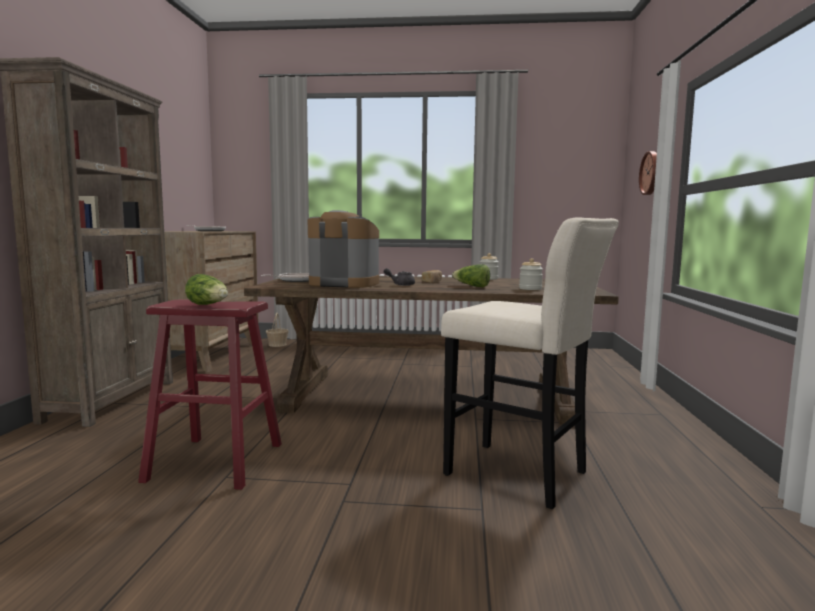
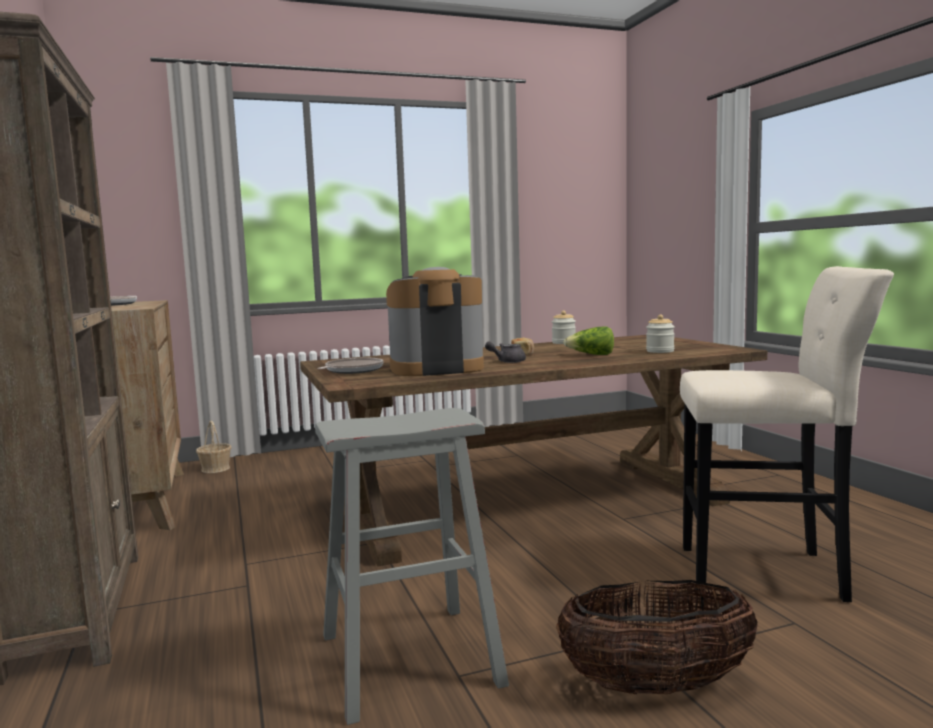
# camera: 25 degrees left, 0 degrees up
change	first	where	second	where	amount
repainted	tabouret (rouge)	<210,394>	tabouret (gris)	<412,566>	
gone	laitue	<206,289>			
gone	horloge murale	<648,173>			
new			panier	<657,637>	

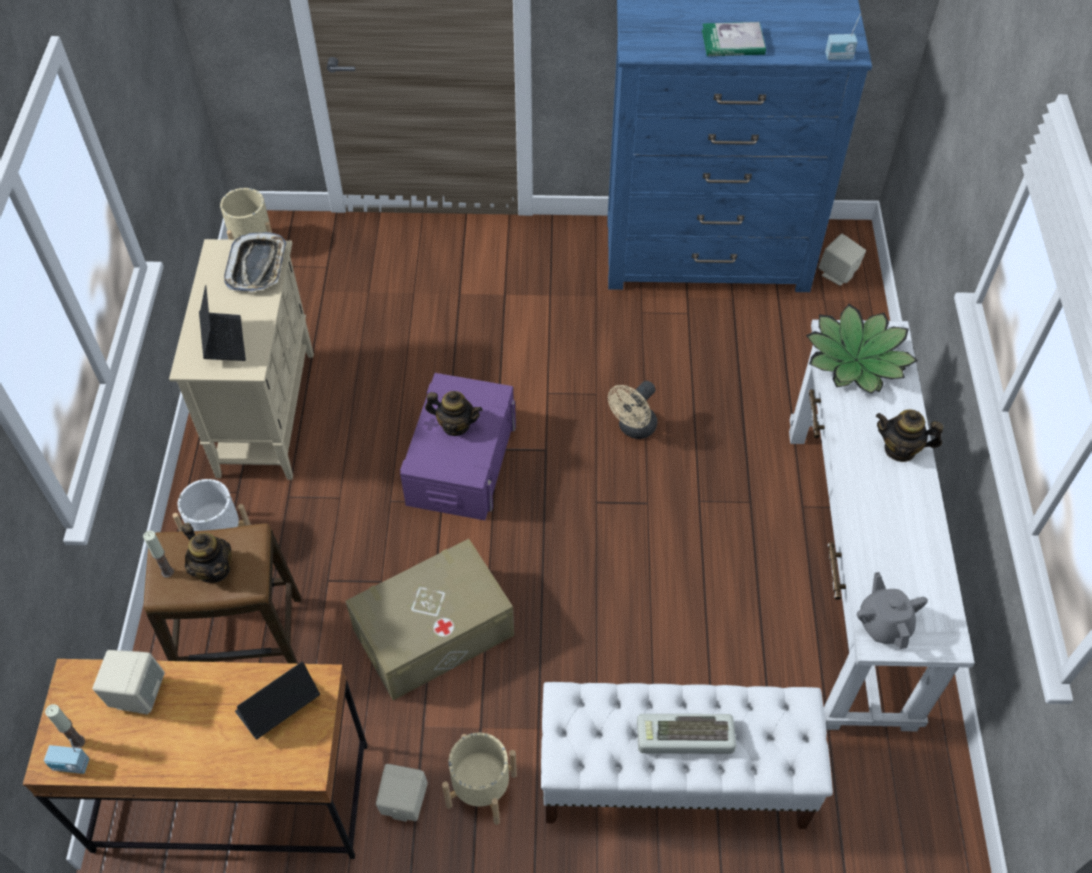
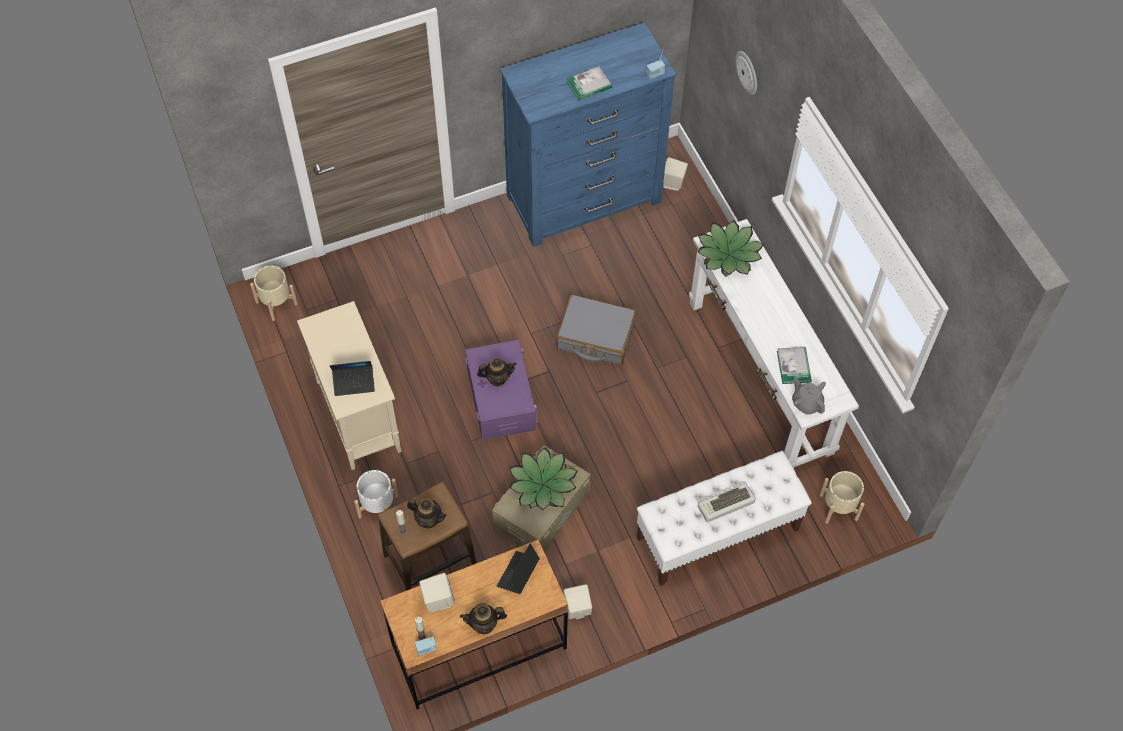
# camera: 25 degrees left, 5 degrees up
change	first	where	second	where	amount
rotated	ordinateur portable	<222,323>		<352,378>	120 degrees clockwise
gone	plateau	<255,262>			
shifted	cache-pot (beige)	<479,778>		<842,497>	
swapped	ventilateur (beige)	<632,410>	valise (gris)	<596,329>	
shifted	théière	<909,435>		<483,618>	
new			plante en pot	<543,478>	
new			horloge murale	<746,73>	
new			livre	<794,365>	

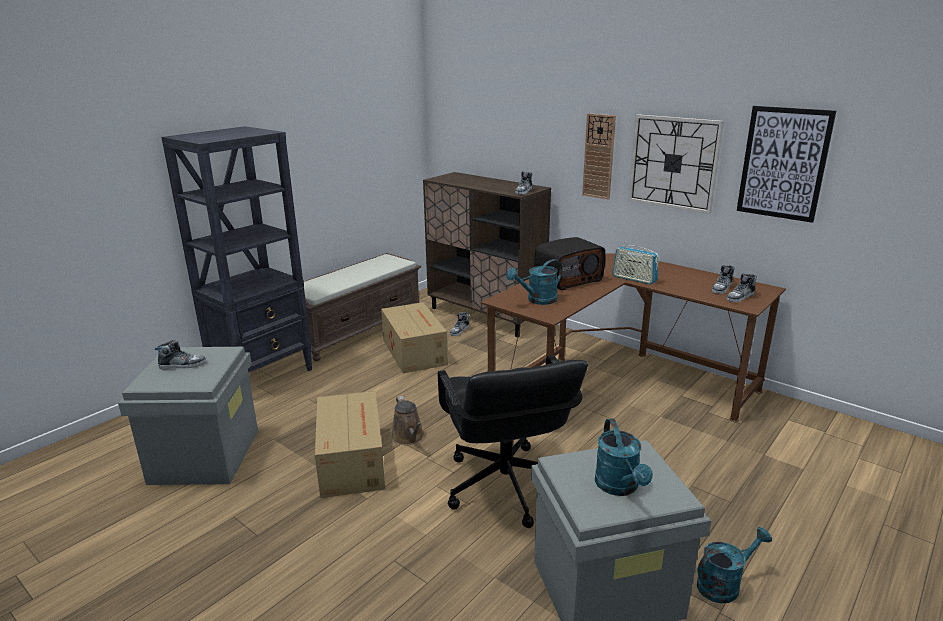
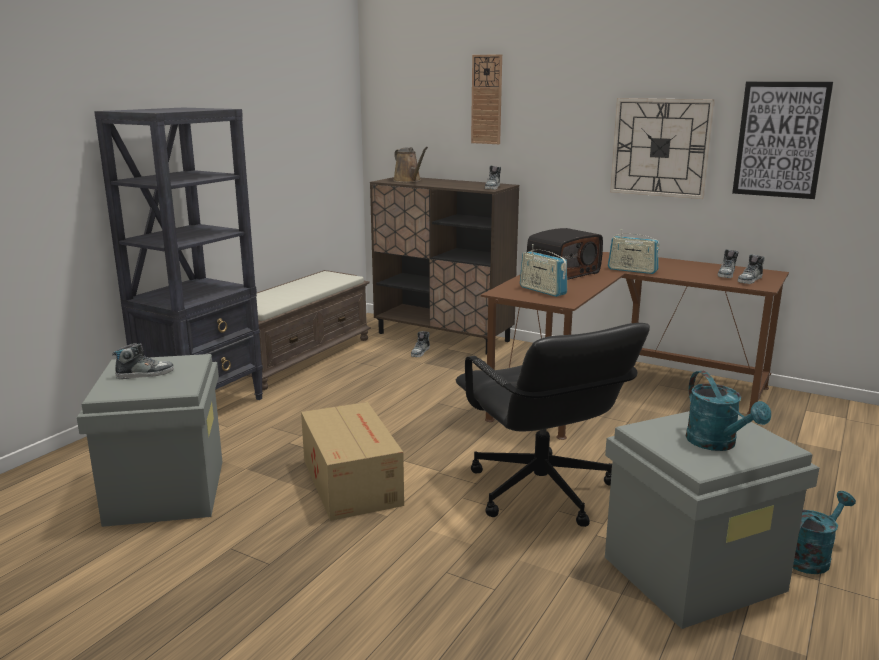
# camera: 10 degrees left, 5 degrees down
change	first	where	second	where	amount
gone	carton	<414,338>			
shifted	arrosoir (marron)	<407,420>		<410,164>	
swapped	arrosoir (turquoise)	<534,282>	radio	<543,270>	
shifted	horloge murale	<599,156>		<486,99>	

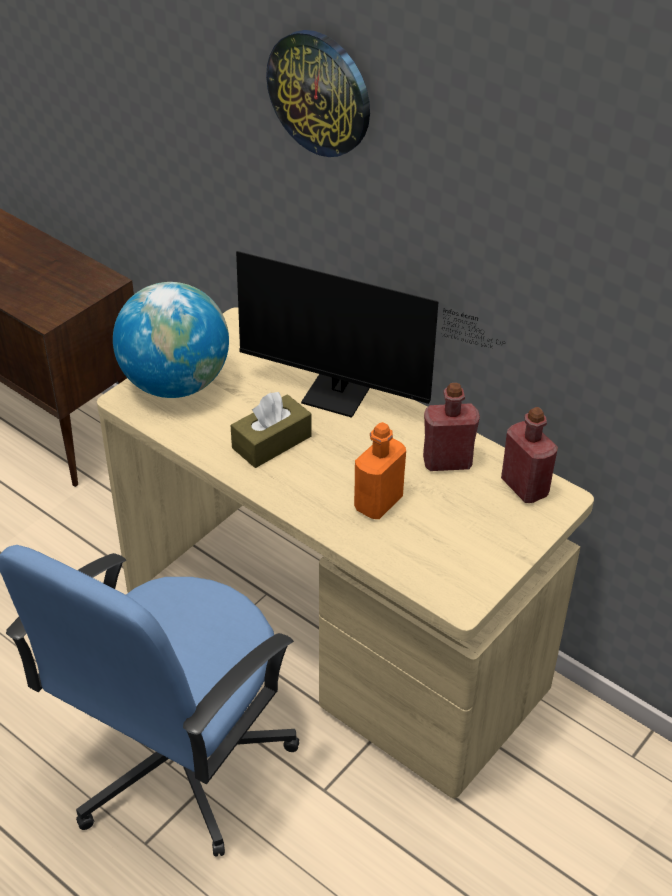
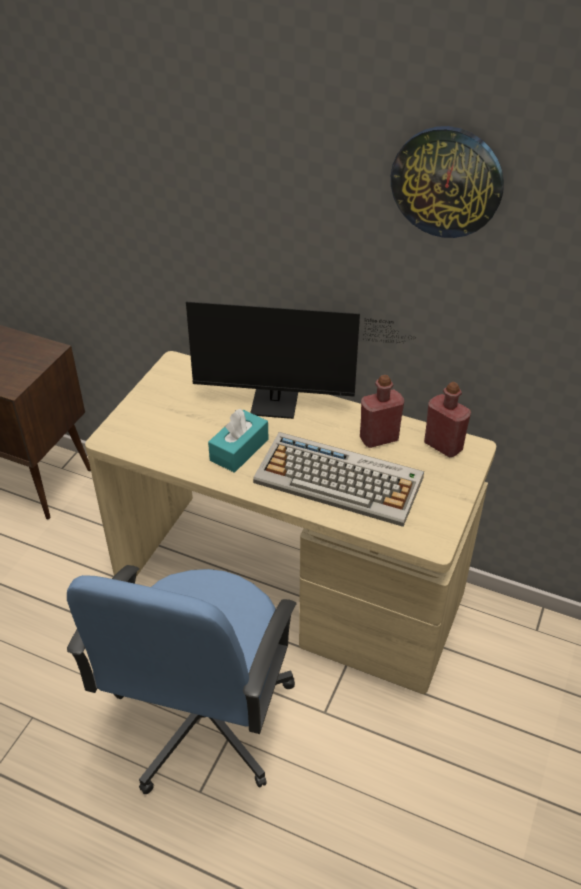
# camera: 15 degrees left, 0 degrees up
change	first	where	second	where	amount
gone	globe	<171,340>			
repainted	boîte à mouchoirs (marron)	<271,430>	boîte à mouchoirs (turquoise)	<238,441>	
shifted	horloge murale	<318,93>		<447,182>	
swapped	bouteille (orange)	<380,470>	clavier	<338,479>	

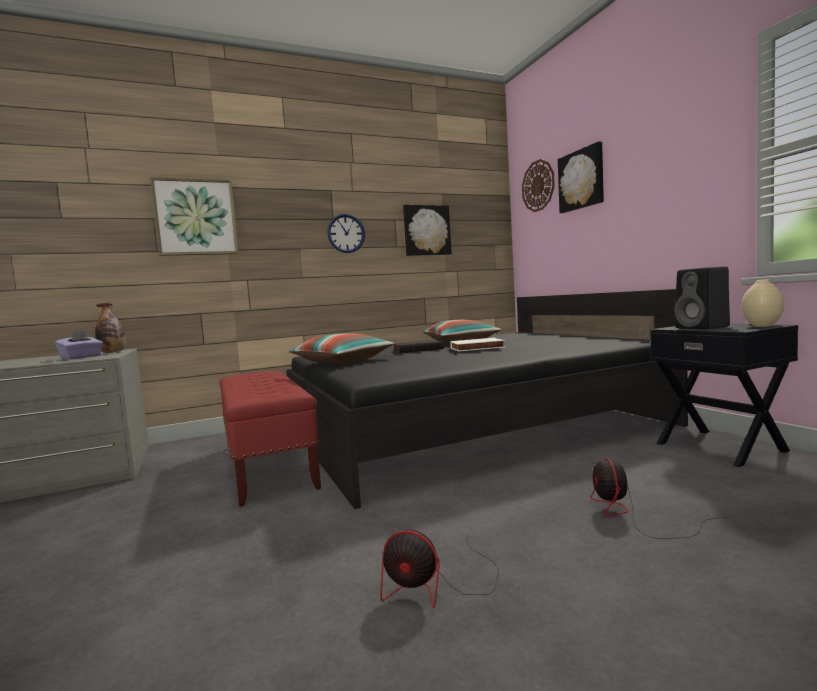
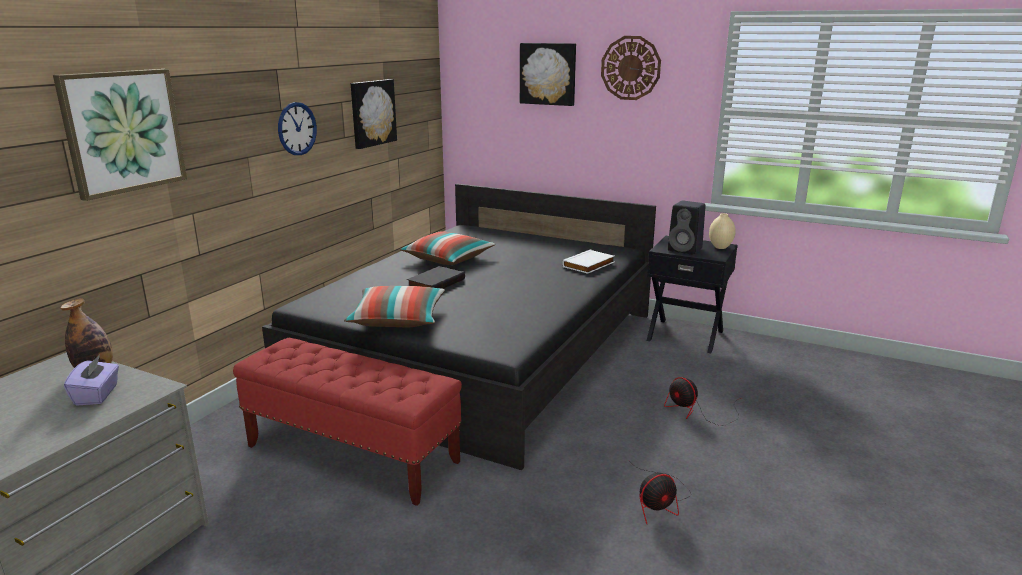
# camera: 40 degrees left, 15 degrees up
change	first	where	second	where	amount
shifted	livre (blanc)	<477,344>		<588,261>	
shifted	horloge murale	<538,185>		<631,68>	

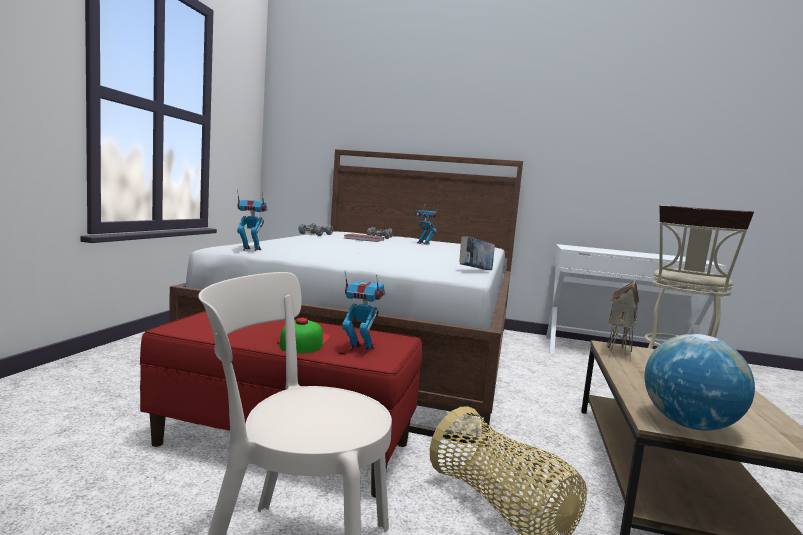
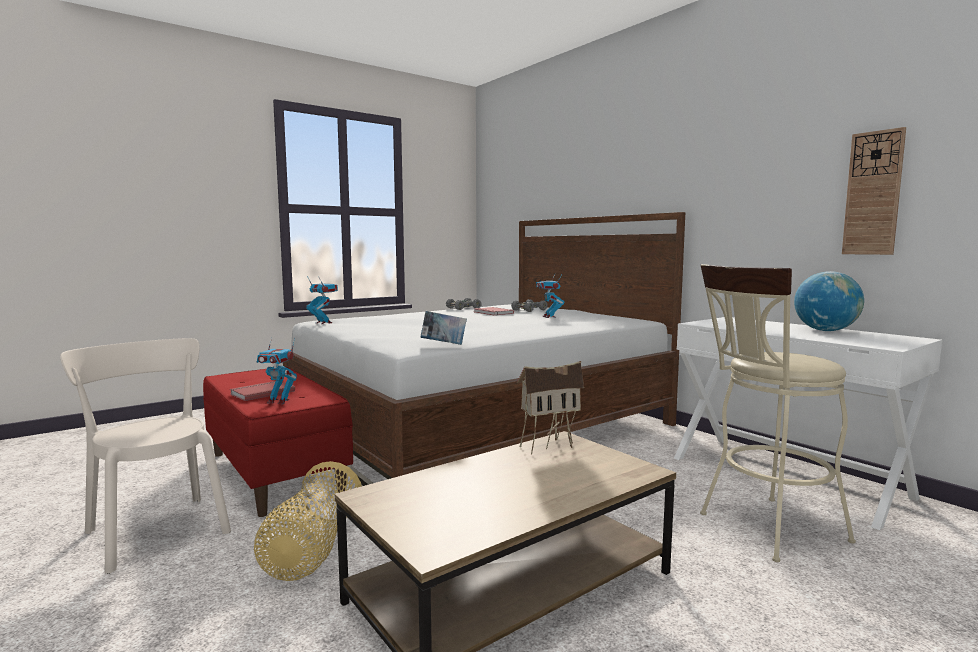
# camera: 40 degrees right, 0 degrees up
change	first	where	second	where	amount
swapped	casquette	<304,336>	livre (rouge)	<262,391>	
rotated	robot jouet	<364,312>		<277,370>	135 degrees clockwise
shifted	globe	<699,382>		<829,301>	
new			horloge murale	<874,191>	

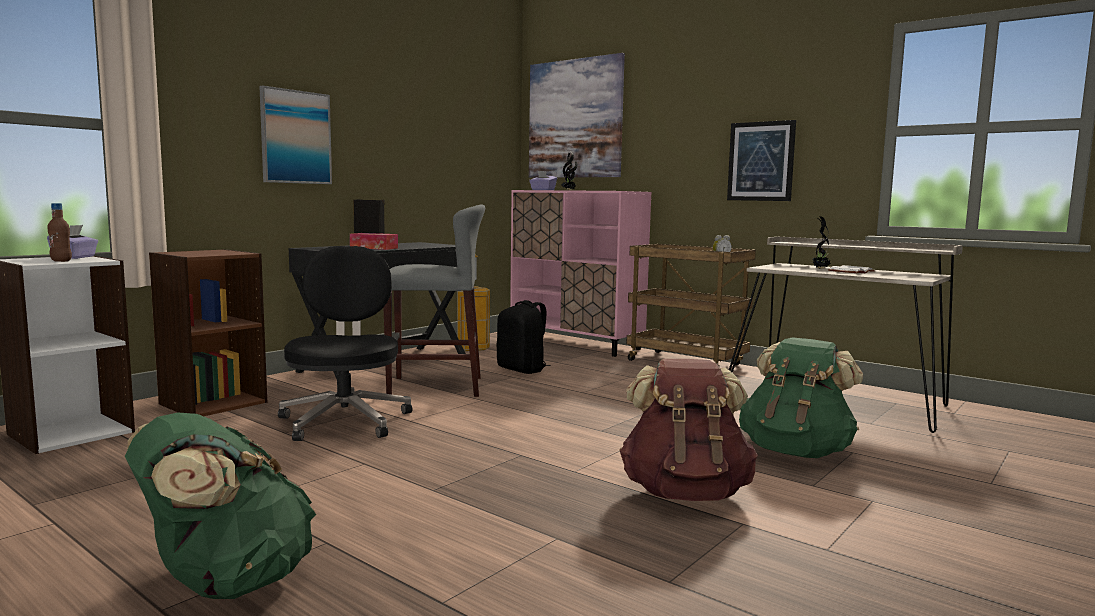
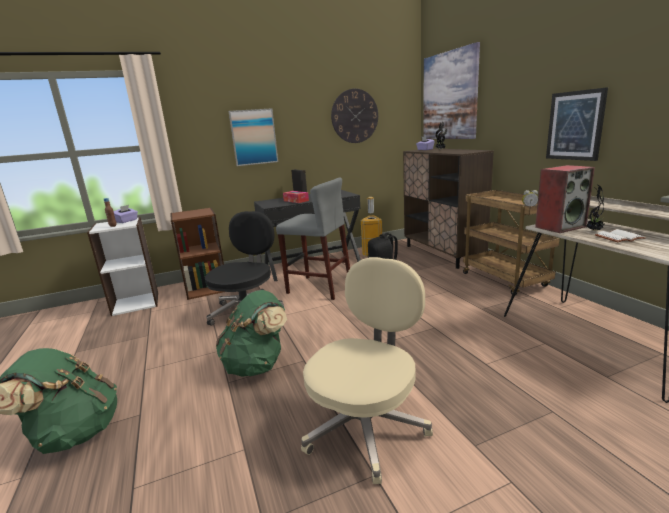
# camera: 30 degrees right, 10 degrees up
change	first	where	second	where	amount
repainted	meuble de rangement (rose)	<580,273>	meuble de rangement (marron)	<448,208>	
swapped	sac à dos (marron)	<688,430>	chaise de bureau (beige)	<367,370>	
shifted	sac à dos (vert)	<801,397>		<251,333>	
new			horloge murale	<354,116>	
new			enceinte	<565,199>	

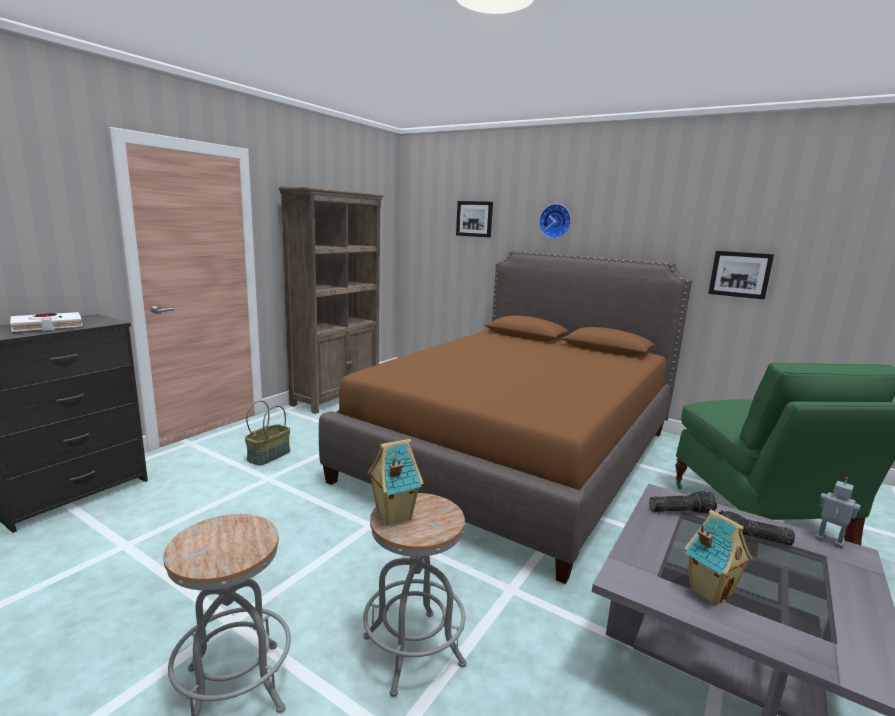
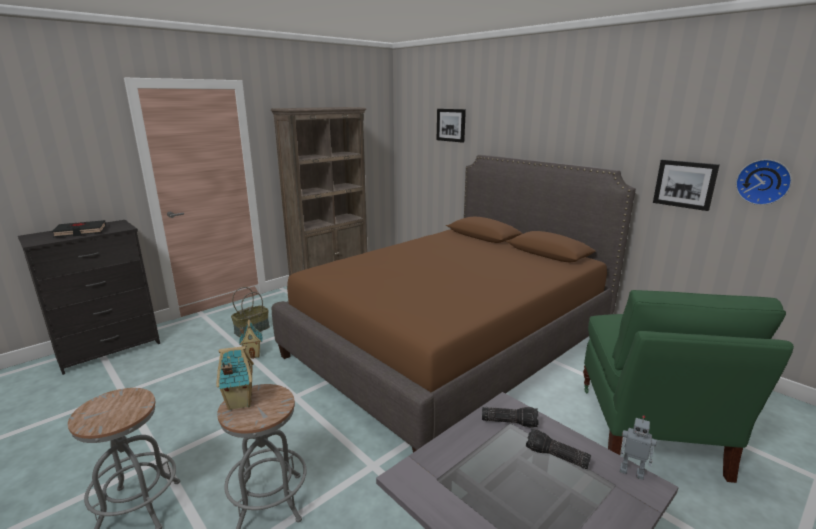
# camera: 15 degrees right, 5 degrees up
change	first	where	second	where	amount
repainted	livre (blanc)	<46,322>	livre (noir)	<79,228>	
shifted	horloge murale	<555,221>		<764,182>	
shifted	maison miniature	<718,557>		<250,339>	
rotated	robot jouet	<837,513>		<638,447>	150 degrees clockwise

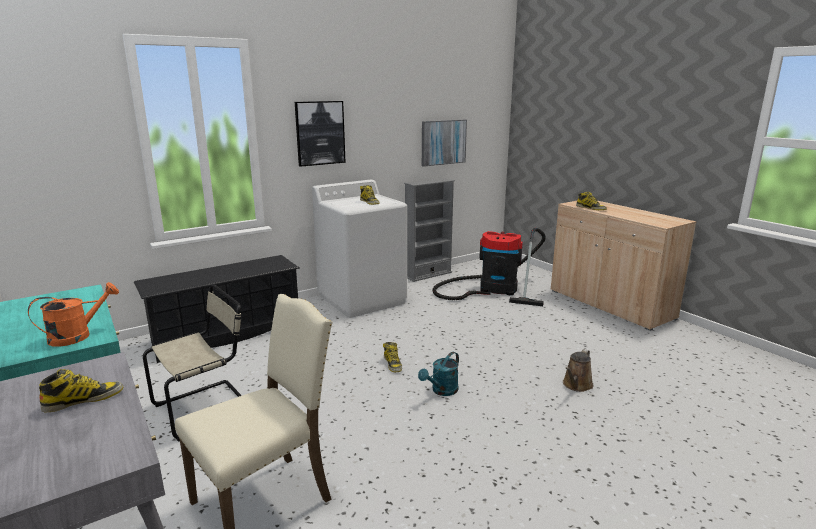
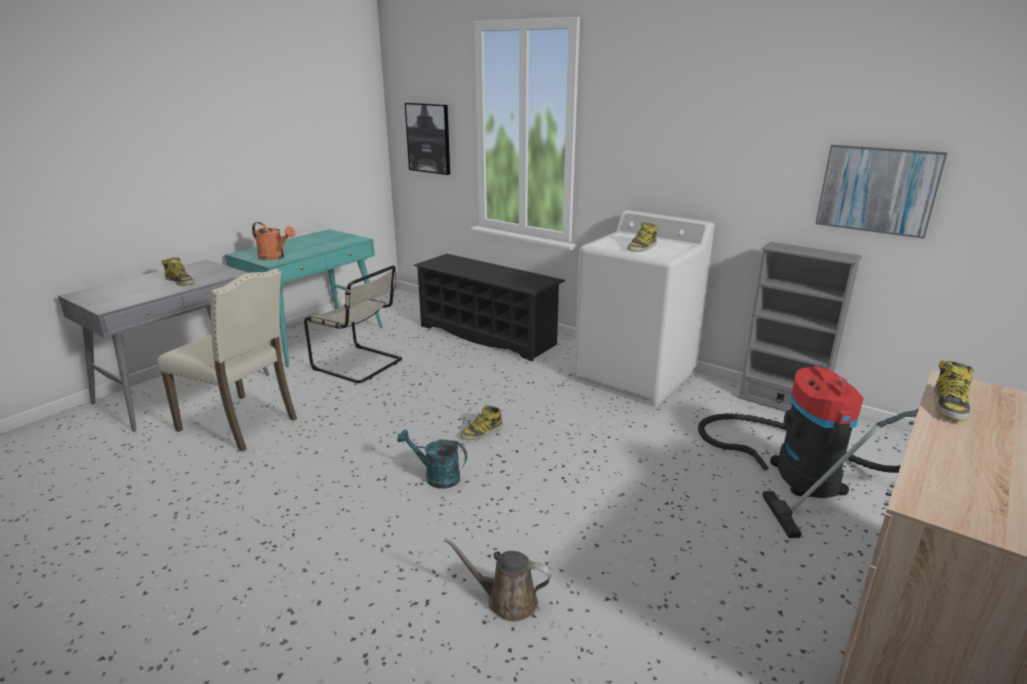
# camera: 70 degrees right, 5 degrees up
change	first	where	second	where	amount
shifted	tableau	<320,134>		<427,139>	

